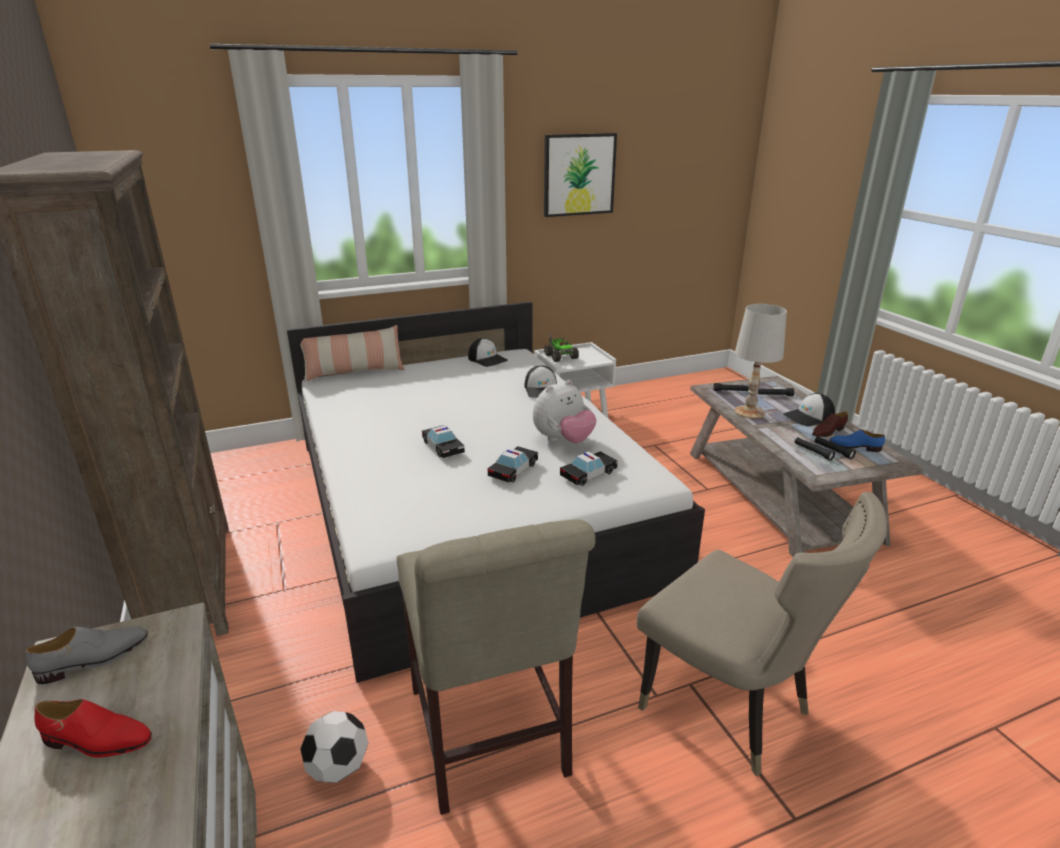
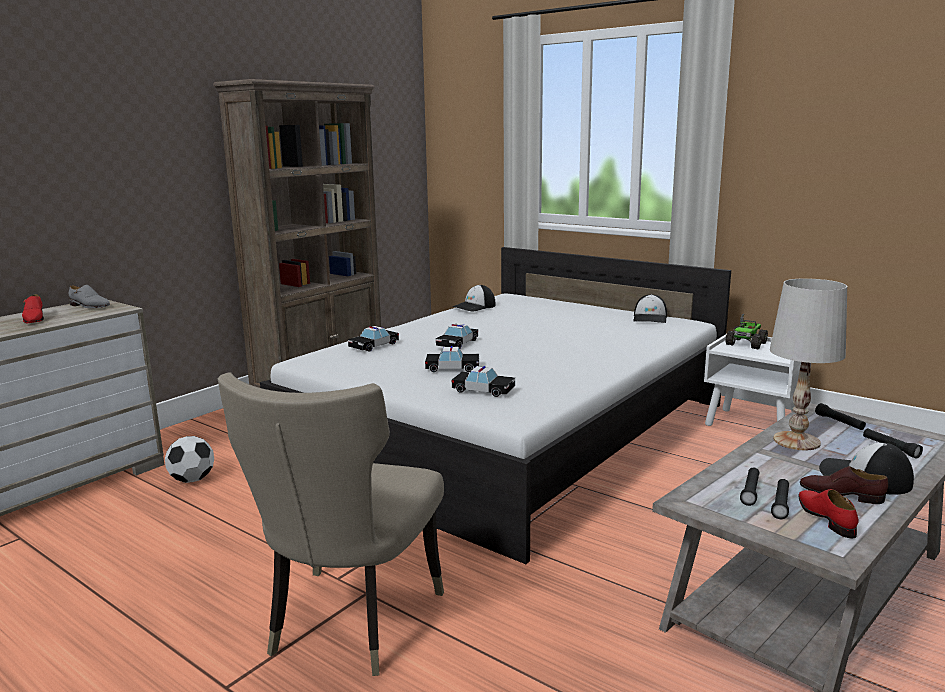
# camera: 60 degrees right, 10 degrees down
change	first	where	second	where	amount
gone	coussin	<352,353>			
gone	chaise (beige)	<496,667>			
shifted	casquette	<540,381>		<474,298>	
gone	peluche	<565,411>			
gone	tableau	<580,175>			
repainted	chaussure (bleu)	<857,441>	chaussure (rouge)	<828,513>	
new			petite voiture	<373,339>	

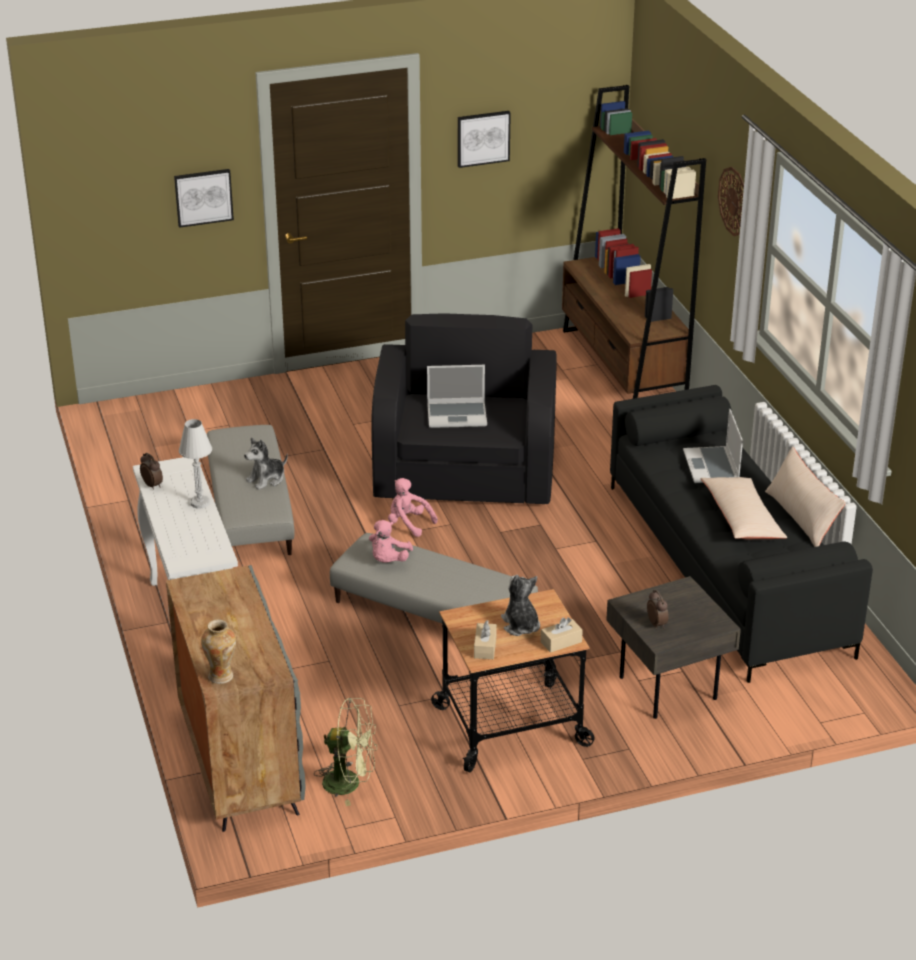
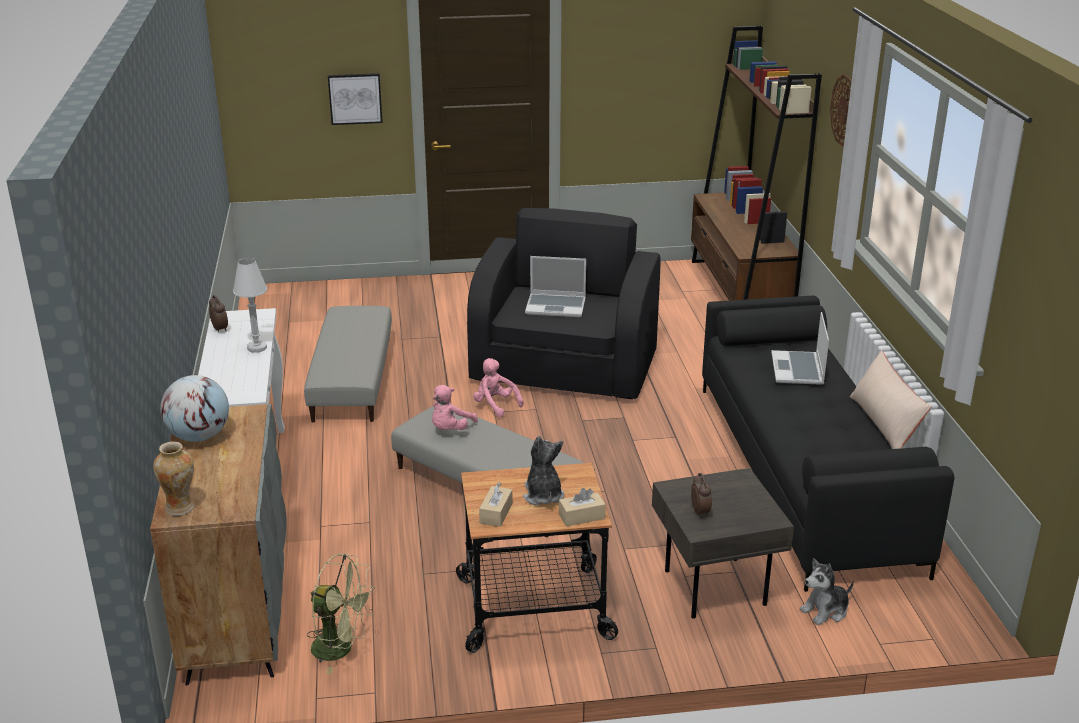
# camera: 10 degrees right, 5 degrees down
change	first	where	second	where	amount
shifted	peluche	<266,464>		<827,591>	
gone	tableau	<484,139>			
gone	coussin (beige)	<743,508>			
new			globe	<194,408>	

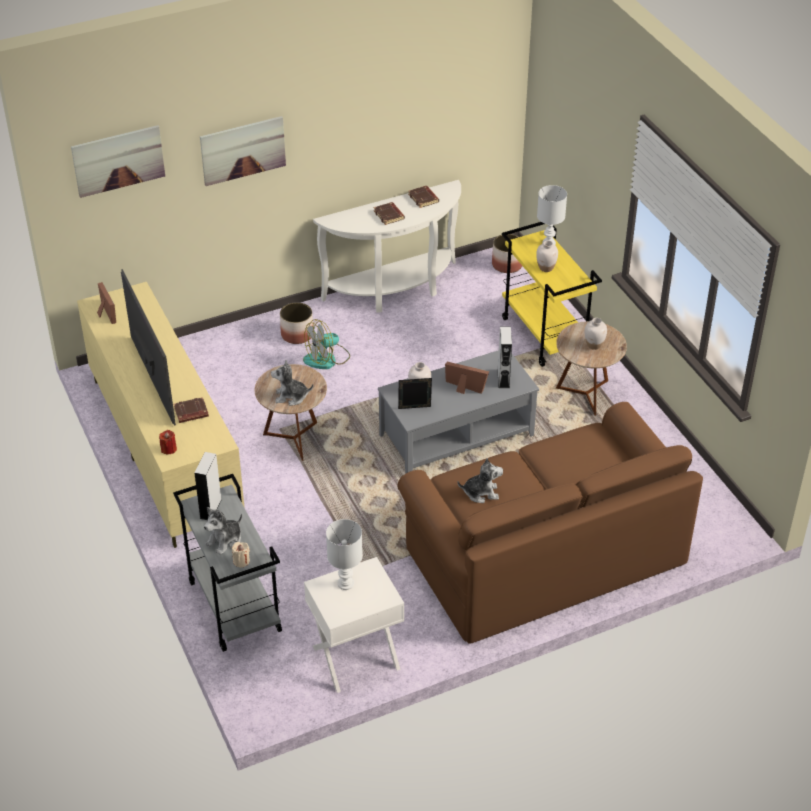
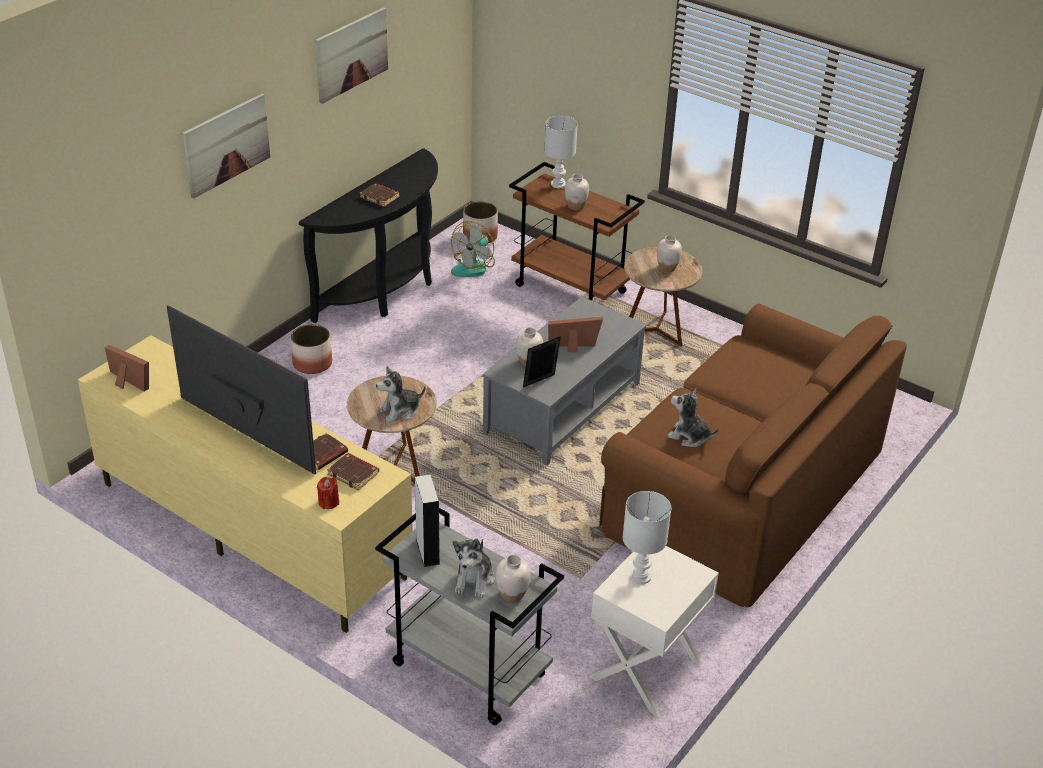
# camera: 30 degrees left, 5 degrees down
change	first	where	second	where	amount
shifted	tableau	<118,161>		<351,55>	
swapped	bougie (beige)	<241,555>	vase (blanc)	<513,579>	
shifted	ventilateur	<326,344>		<473,249>	
repainted	table console (blanc)	<387,246>	table console (noir)	<368,235>	
shifted	livre (marron)	<423,197>		<353,471>	
rotated	peluche	<480,480>		<693,417>	120 degrees counterclockwise
gone	enceinte (gris)	<504,357>			
repainted	chariot (jaune)	<552,294>	chariot (marron)	<577,231>	

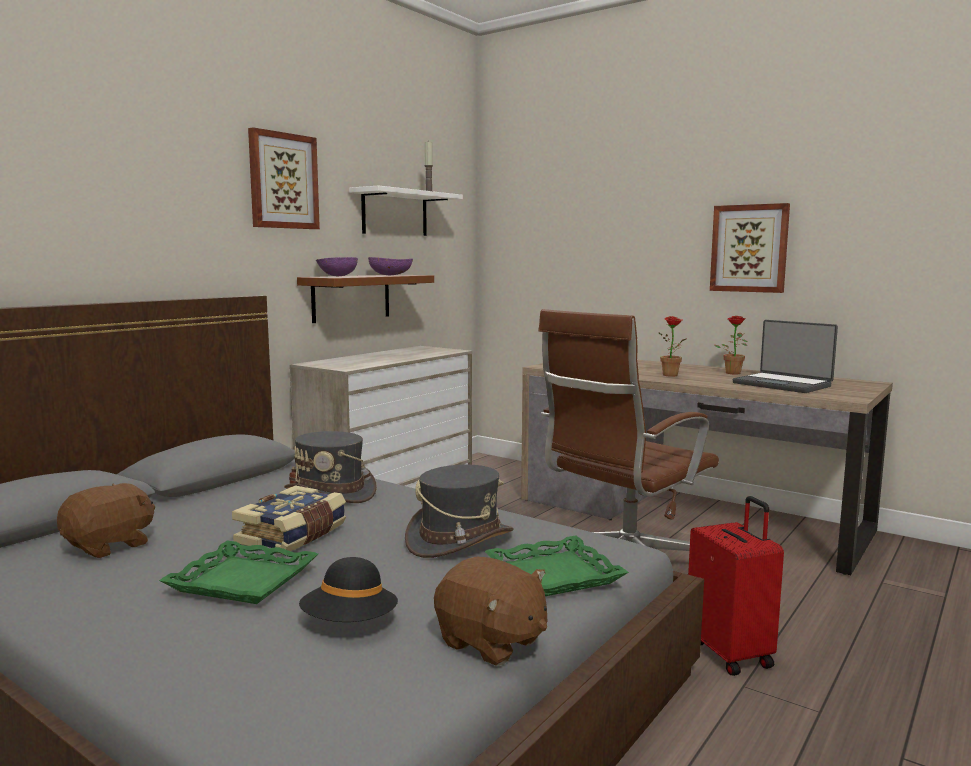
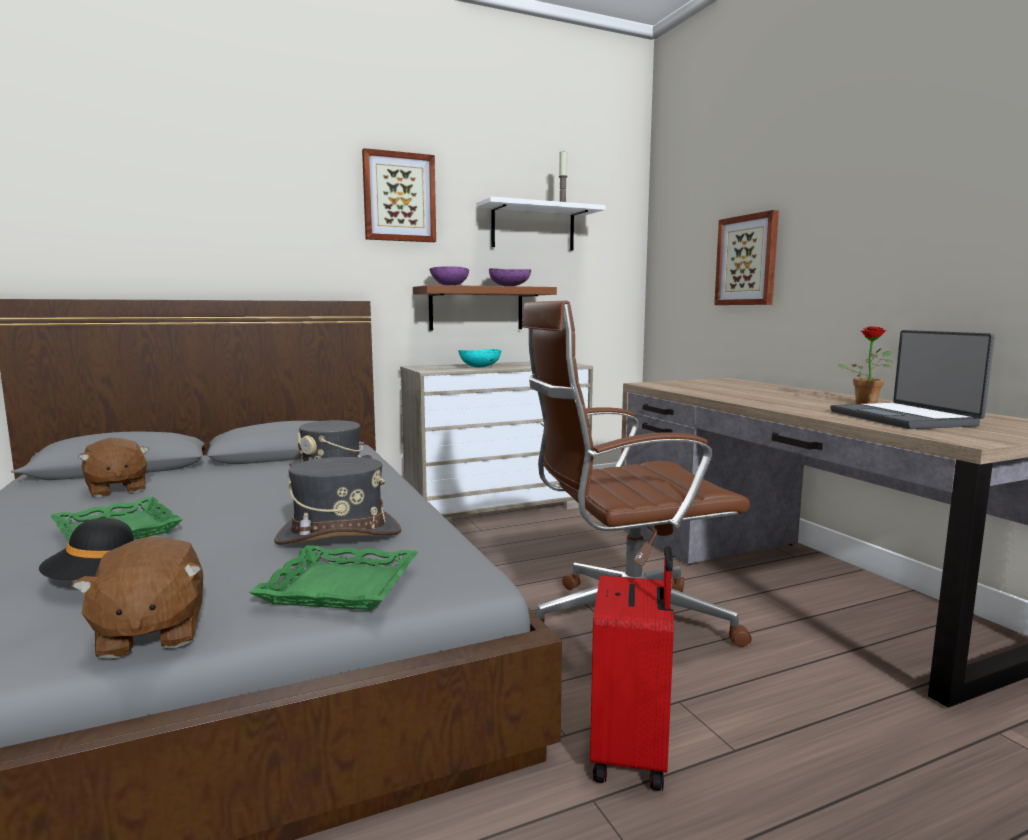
# camera: 30 degrees right, 0 degrees up
change	first	where	second	where	amount
rotated	peluche (marron)	<106,520>		<113,467>	75 degrees clockwise
gone	livre	<289,520>			
gone	plante en pot	<672,346>			
shifted	tableau	<750,248>		<746,257>	
new			bol (turquoise)	<479,358>	

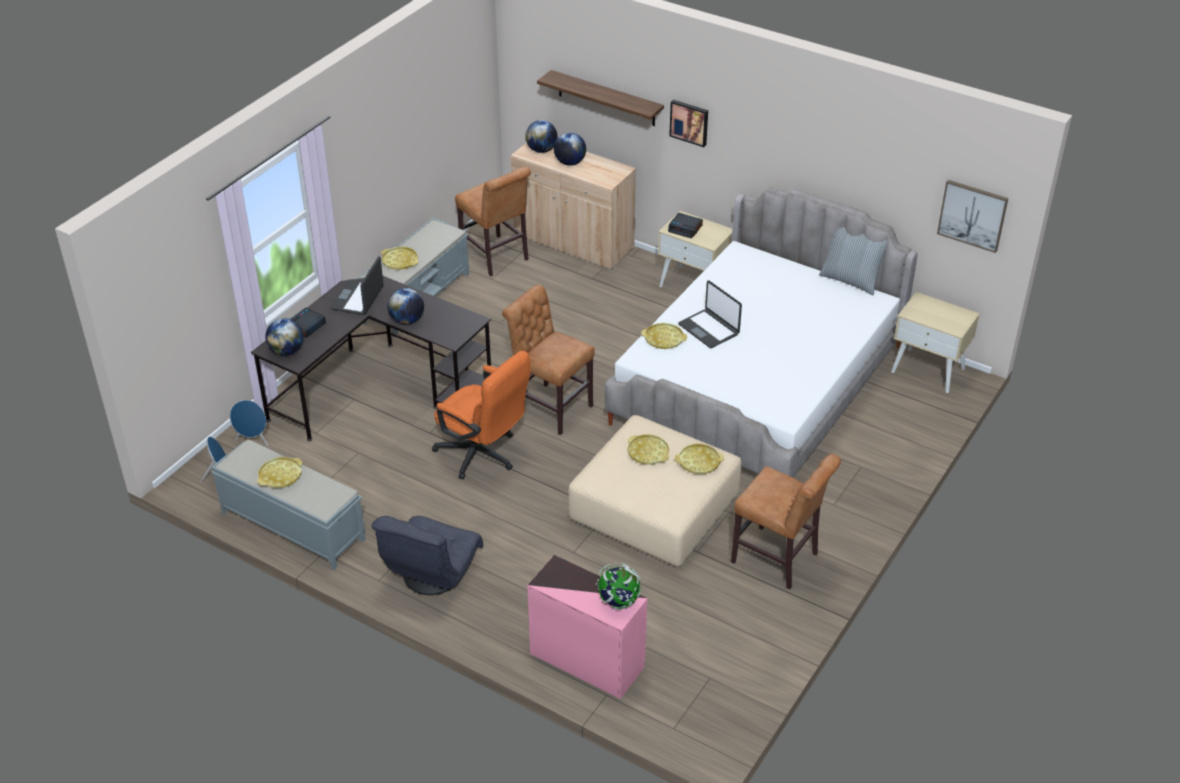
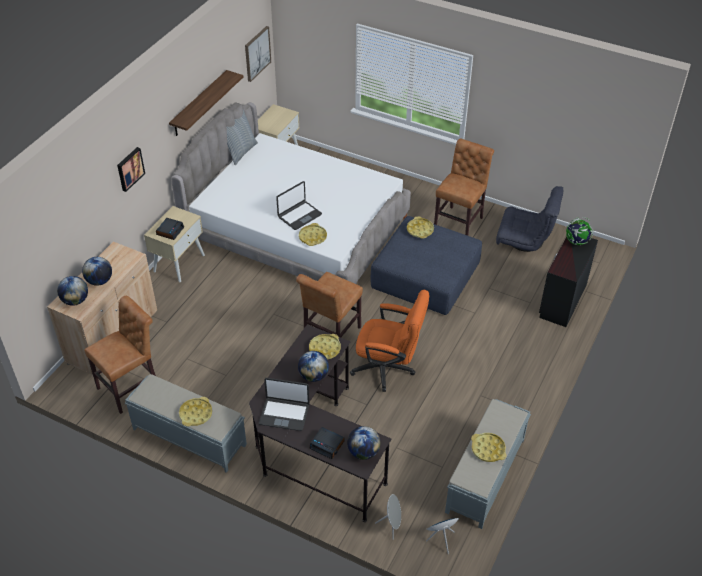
# camera: 95 degrees left, 5 degrees up
change	first	where	second	where	amount
repainted	enceinte (bleu)	<249,423>	enceinte (gris)	<388,517>	
shifted	fauteuil (gris)	<427,555>		<529,219>	
rotated	chaise de bureau (orange)	<481,415>		<389,341>	75 degrees clockwise
repainted	commode (rose)	<587,627>	commode (noir)	<568,282>	
shifted	étagère	<600,98>		<206,103>	
repainted	pouf (beige)	<654,490>	pouf (bleu)	<426,265>	
shifted	plateau (jaune)	<648,449>		<325,346>	

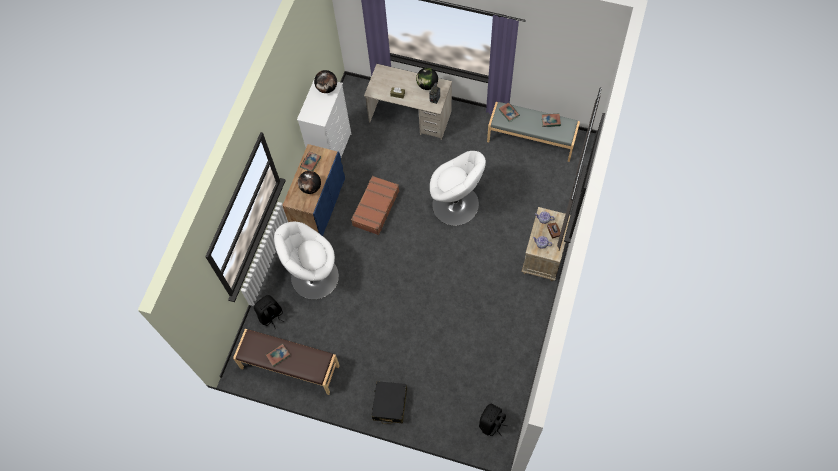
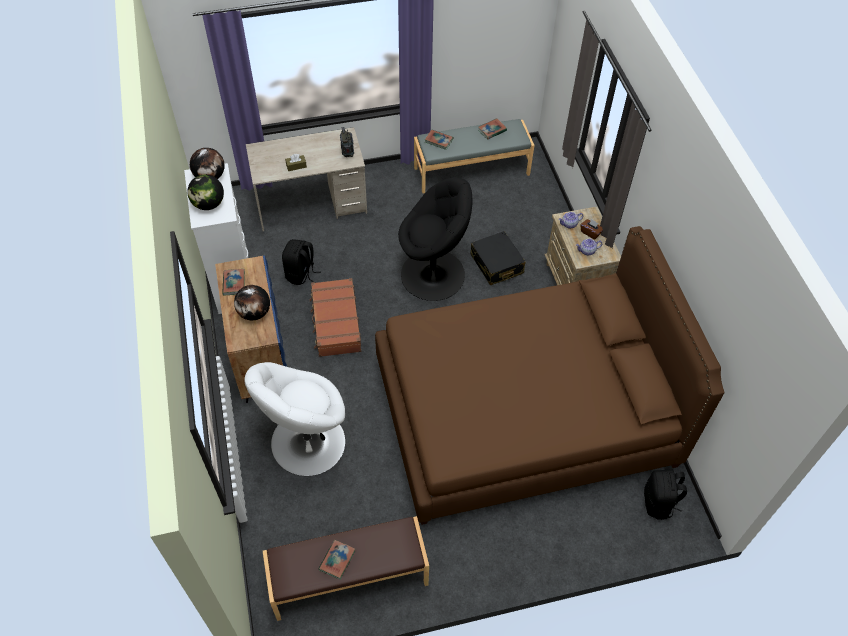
# camera: 35 degrees left, 10 degrees down
change	first	where	second	where	amount
shifted	sac à dos (noir)	<269,312>		<301,262>	
shifted	valise (noir)	<389,402>		<498,258>	
shifted	globe	<427,79>		<205,192>	
repainted	fauteuil (blanc)	<458,188>	fauteuil (noir)	<435,239>	
new			lit (marron)	<549,375>	

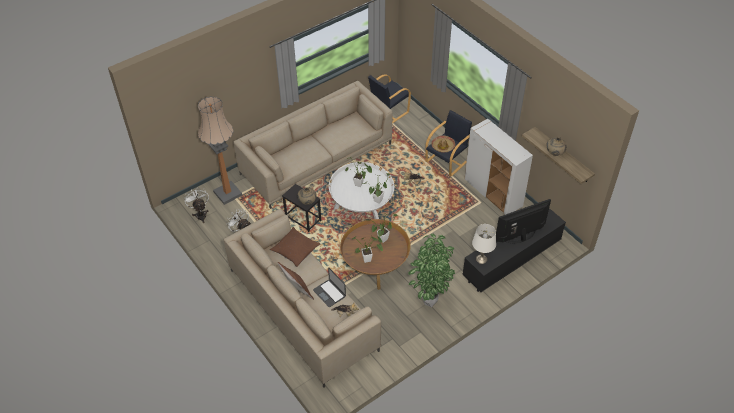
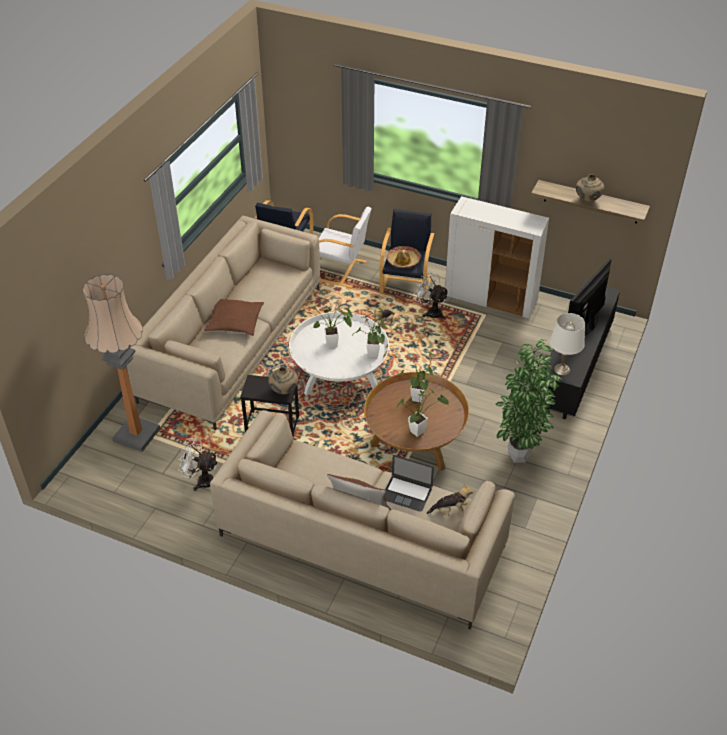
# camera: 30 degrees left, 5 degrees down
change	first	where	second	where	amount
shifted	ventilateur (blanc)	<196,205>		<431,295>	
shifted	coussin (marron)	<295,247>		<234,317>	
new			fauteuil (blanc)	<345,247>	

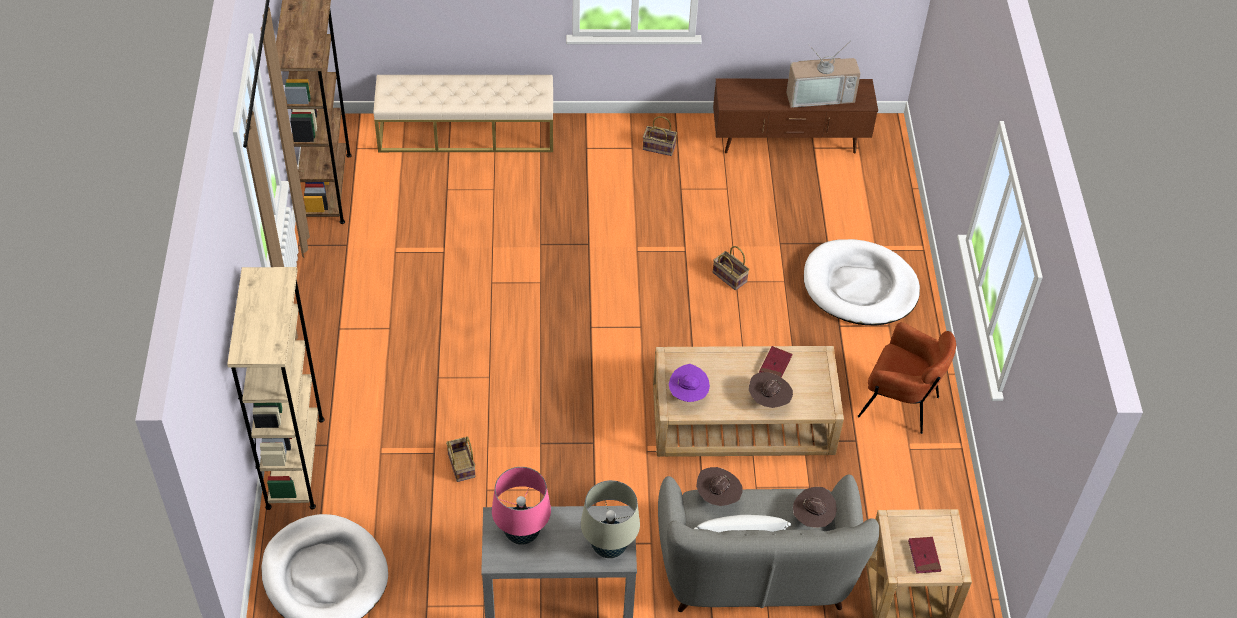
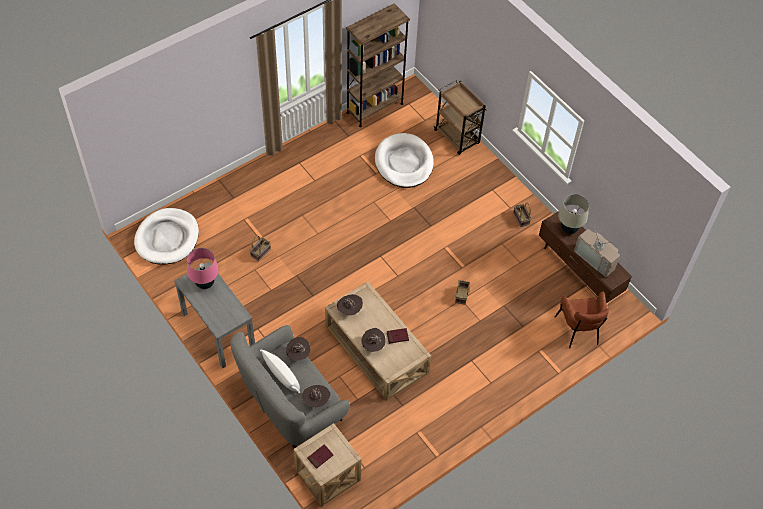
# camera: 55 degrees right, 5 degrees up
change	first	where	second	where	amount
gone	bibliothèque (beige)	<276,388>			
swapped	banc (beige)	<463,113>	chariot (marron)	<460,117>	
shifted	lampe de table (beige)	<610,519>		<573,214>	
repainted	chapeau (violet)	<689,383>	chapeau (marron)	<350,304>	
shifted	panier pour chien (blanc)	<862,282>		<404,160>	
shifted	fauteuil (marron)	<907,378>		<582,319>	

